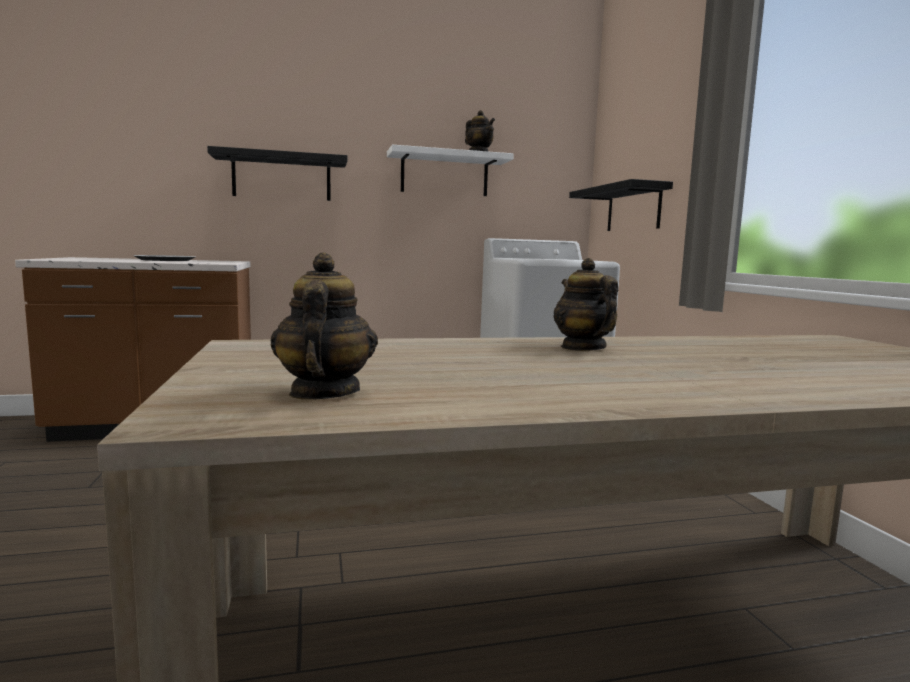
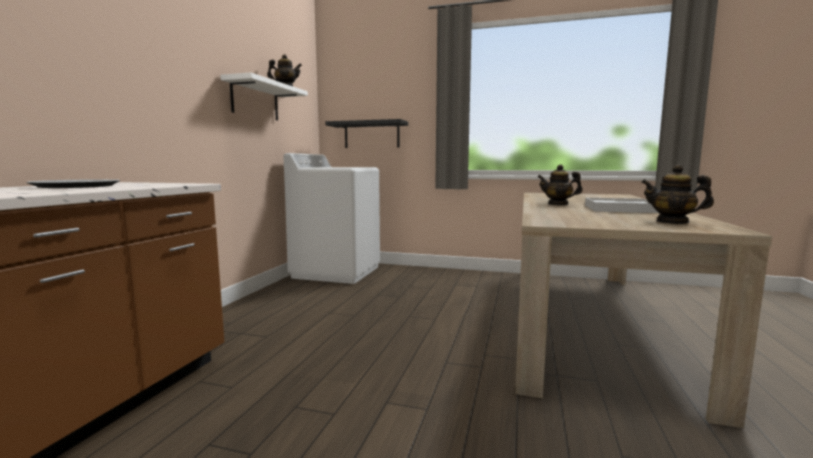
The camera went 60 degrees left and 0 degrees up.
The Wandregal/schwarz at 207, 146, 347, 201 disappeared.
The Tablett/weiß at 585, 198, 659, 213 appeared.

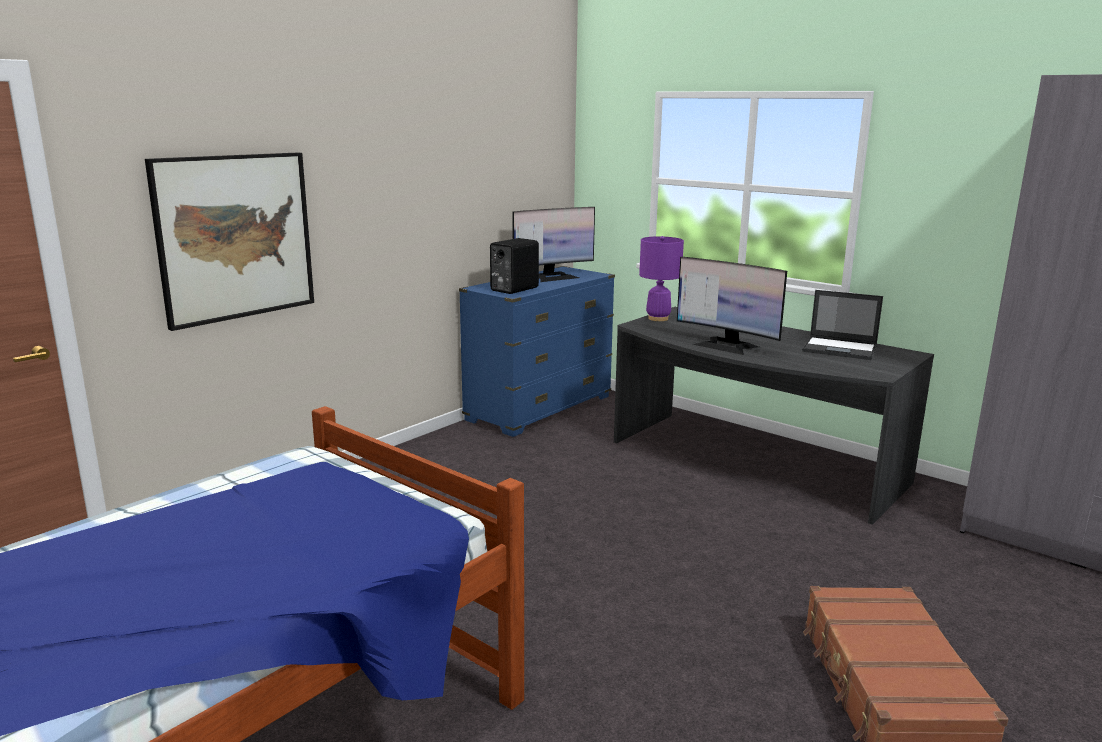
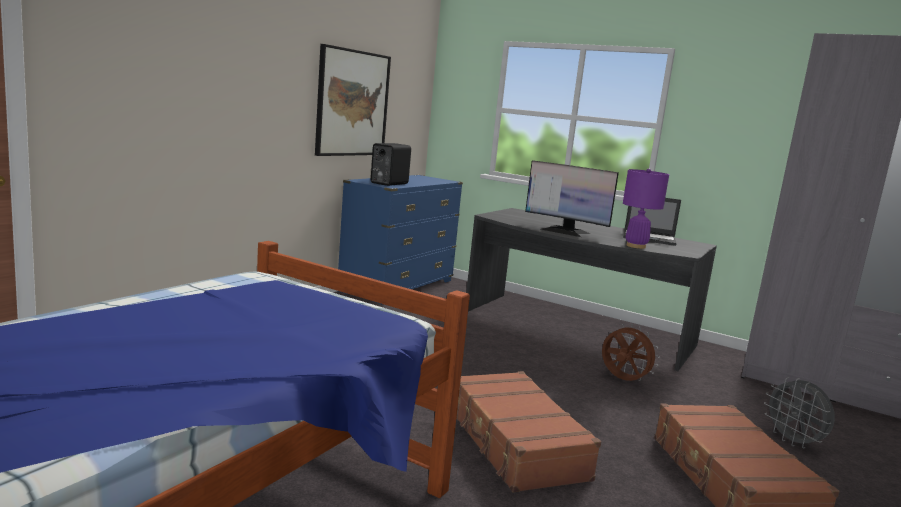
The camera went 10 degrees left and 5 degrees down.
The Monitor at 512, 207, 595, 282 disappeared.
The Koffer/braun at 456, 371, 601, 493 appeared.
The Ventilator/braun at 602, 324, 660, 381 appeared.
The Ventilator/grau at 764, 377, 835, 448 appeared.
The Bild moved from 145, 152, 314, 331 to 315, 44, 391, 156.
The Tischlampe/lila moved from 639, 236, 684, 321 to 623, 169, 669, 249.

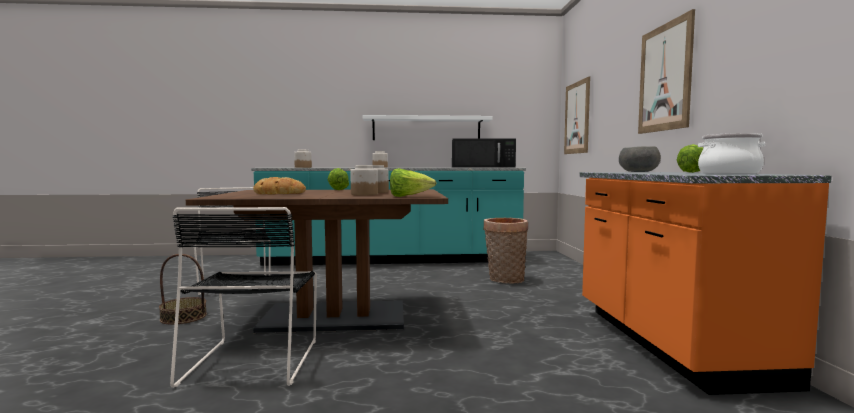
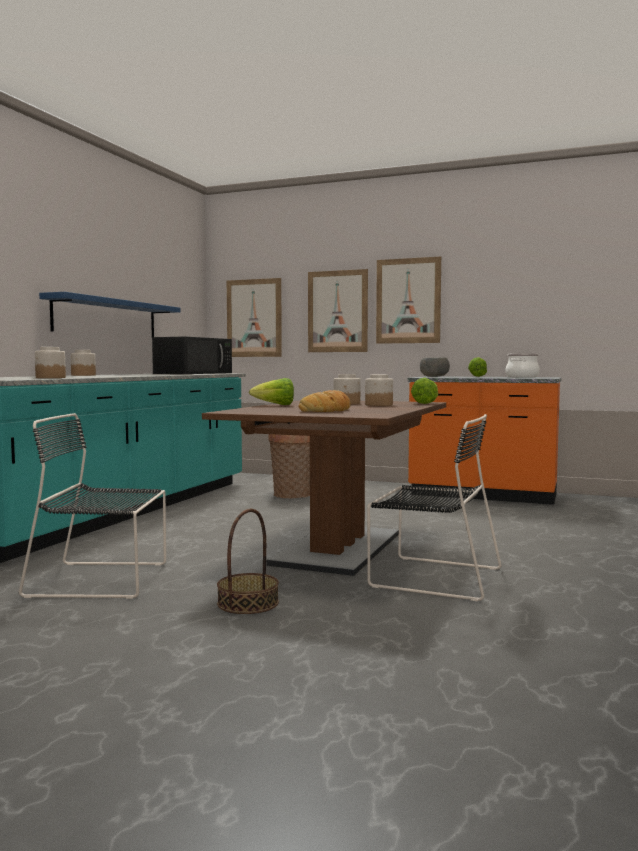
The camera went 65 degrees left and 0 degrees up.
The Bild at 308, 269, 368, 352 appeared.
The Wandregal/weiß at 362, 115, 492, 140 became the Wandregal/blau at 39, 292, 180, 337.

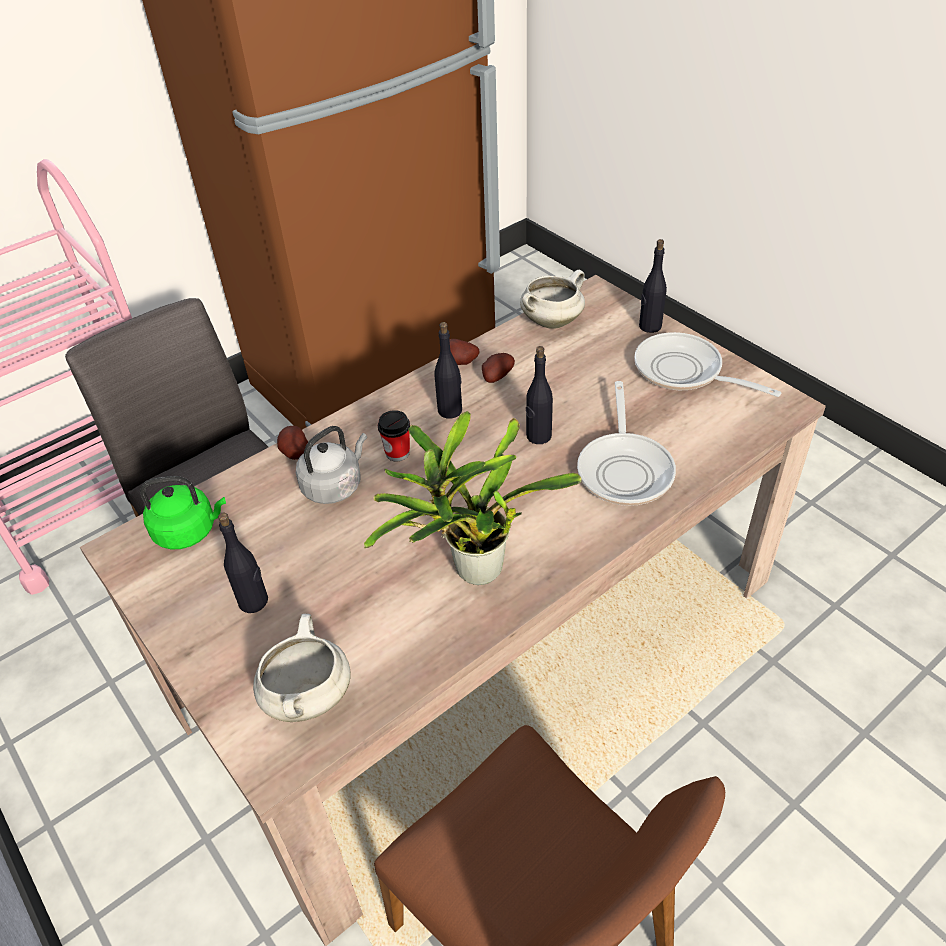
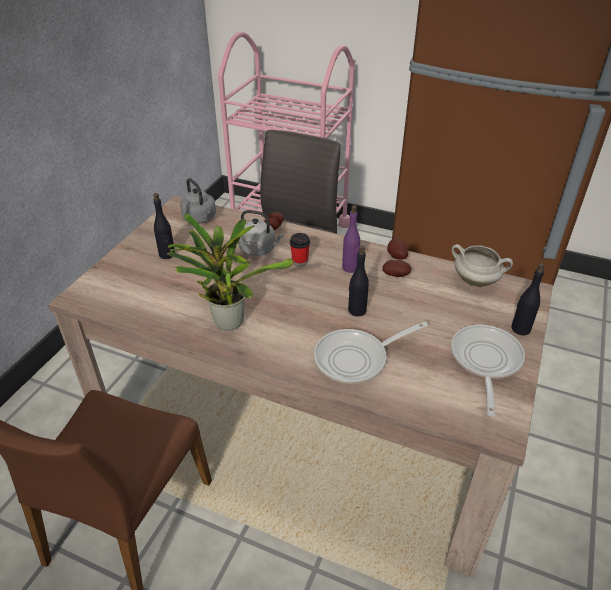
The camera went 60 degrees right and 5 degrees down.
The Kochtopf/weiß at 253, 614, 351, 722 disappeared.
The Wasserkessel/grün at 140, 476, 226, 550 became the Wasserkessel/grau at 180, 178, 216, 224.
The Flasche/schwarz at 434, 322, 462, 419 became the Flasche/lila at 342, 205, 361, 273.

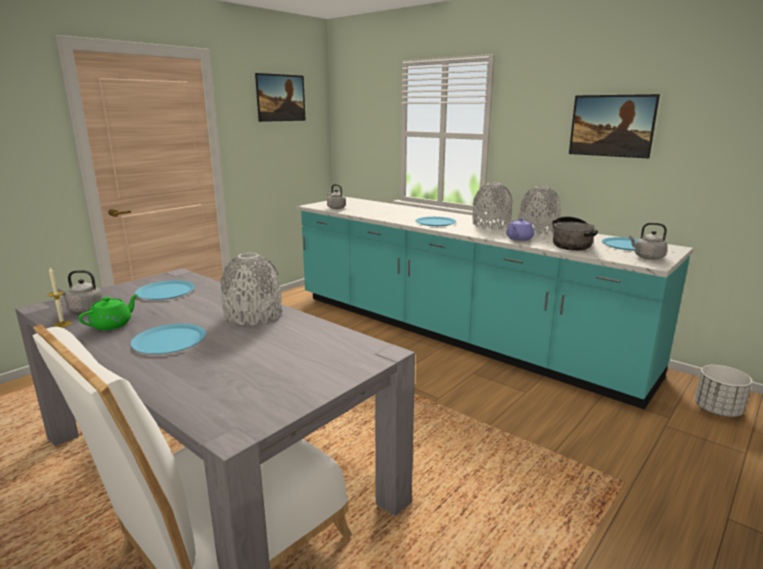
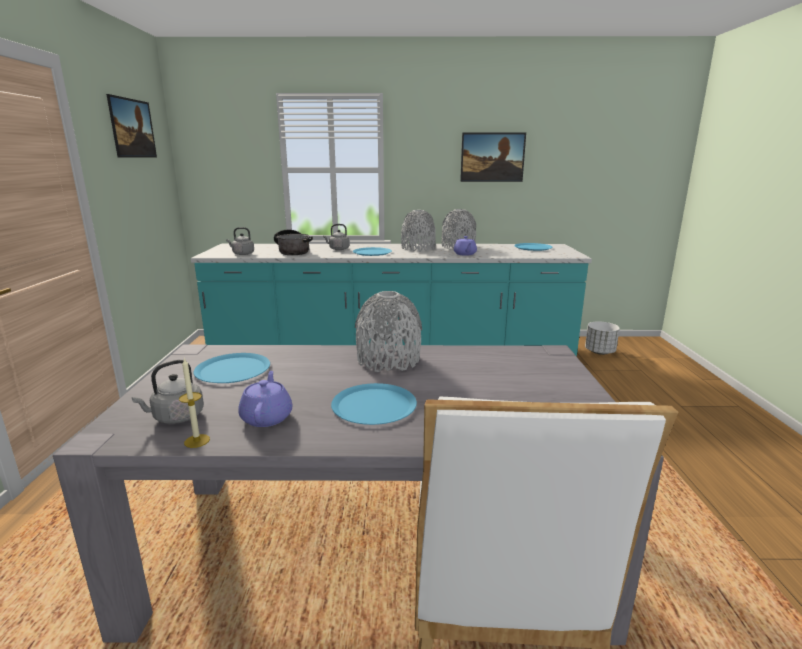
The camera went 40 degrees left and 0 degrees up.
The Kochtopf moved from 553, 216, 598, 251 to 274, 230, 313, 255.
The Wasserkessel/grau moved from 629, 223, 668, 260 to 323, 224, 350, 250.
The Teekanne/grün at 78, 294, 139, 330 became the Teekanne/lila at 238, 371, 292, 427.

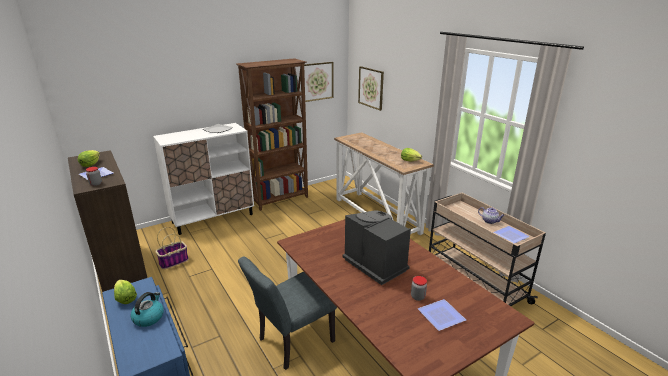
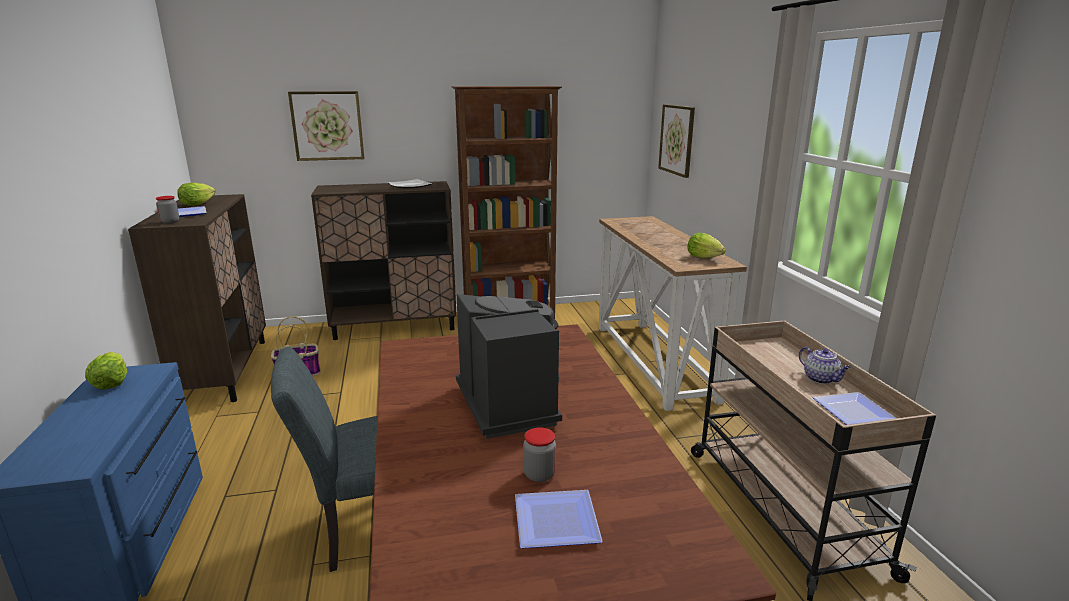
The camera went 20 degrees right and 5 degrees down.
The Wasserkessel at 130, 292, 164, 327 disappeared.
The Bild moved from 304, 62, 333, 102 to 288, 91, 364, 161.
The Schrank/weiß at 153, 123, 254, 235 became the Schrank/braun at 311, 181, 457, 340.

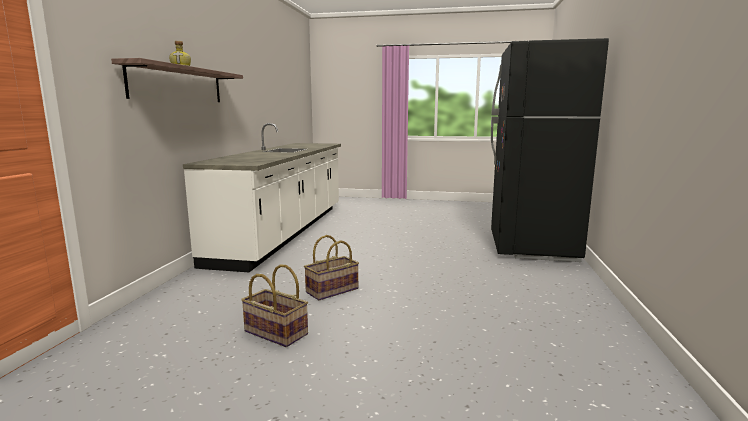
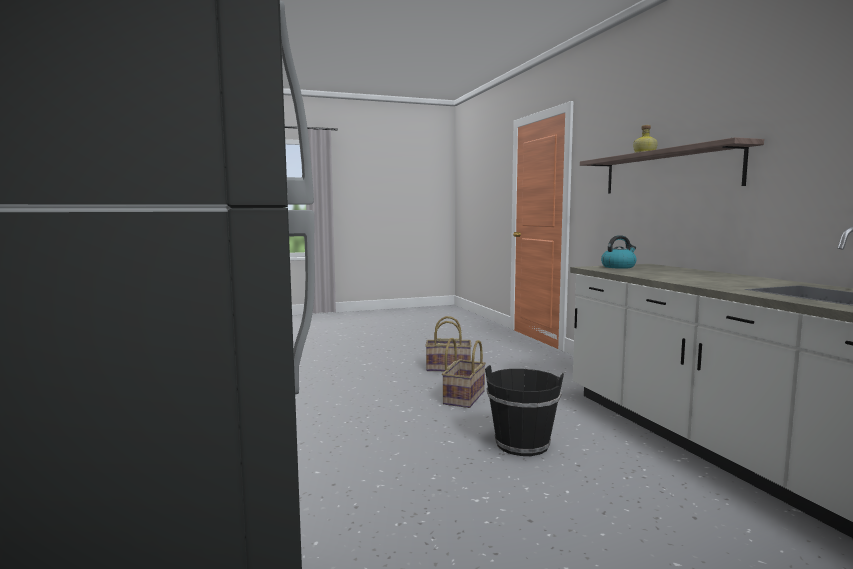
The camera went 150 degrees right and 5 degrees down.
The Eimer/schwarz at 485, 365, 564, 456 appeared.
The Wasserkessel at 601, 235, 637, 269 appeared.

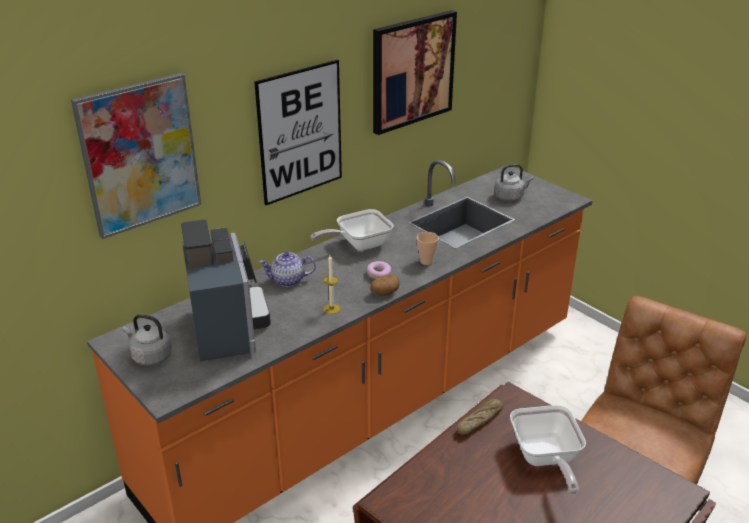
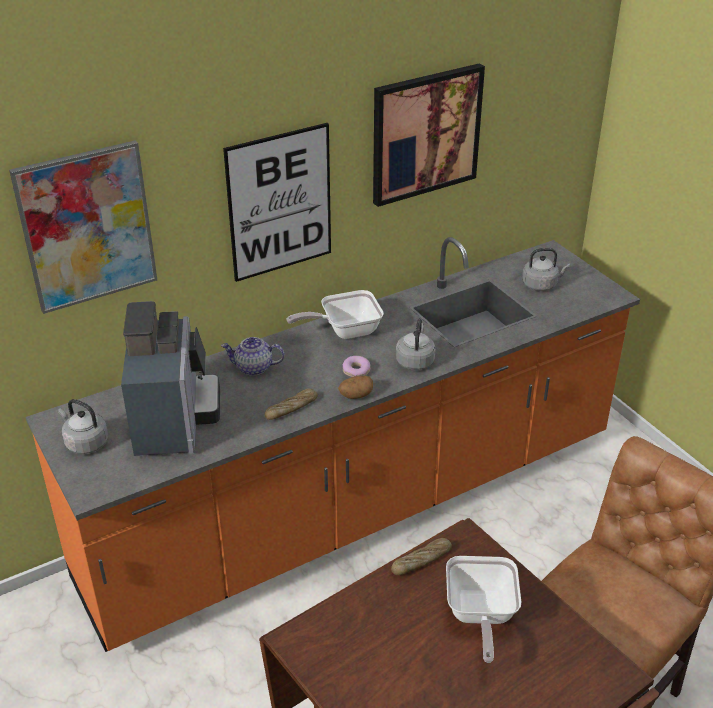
The camera went 10 degrees right and 5 degrees up.
The Kerze at 323, 256, 340, 314 was replaced by the Brot at 265, 388, 318, 420.
The Tasse at 417, 232, 439, 265 was replaced by the Wasserkessel/grau at 396, 319, 435, 370.

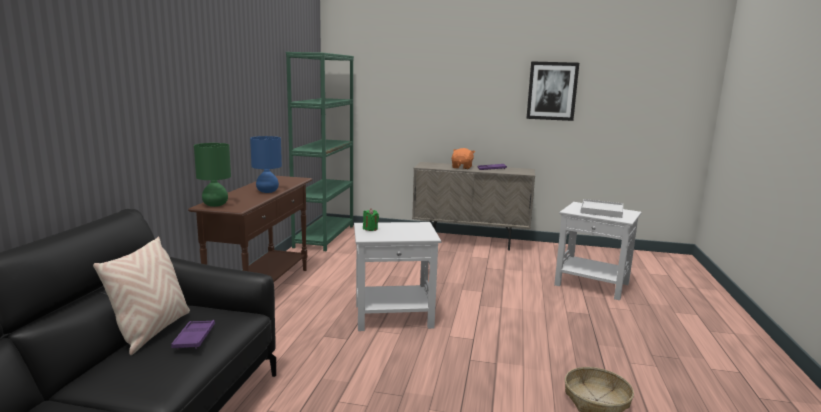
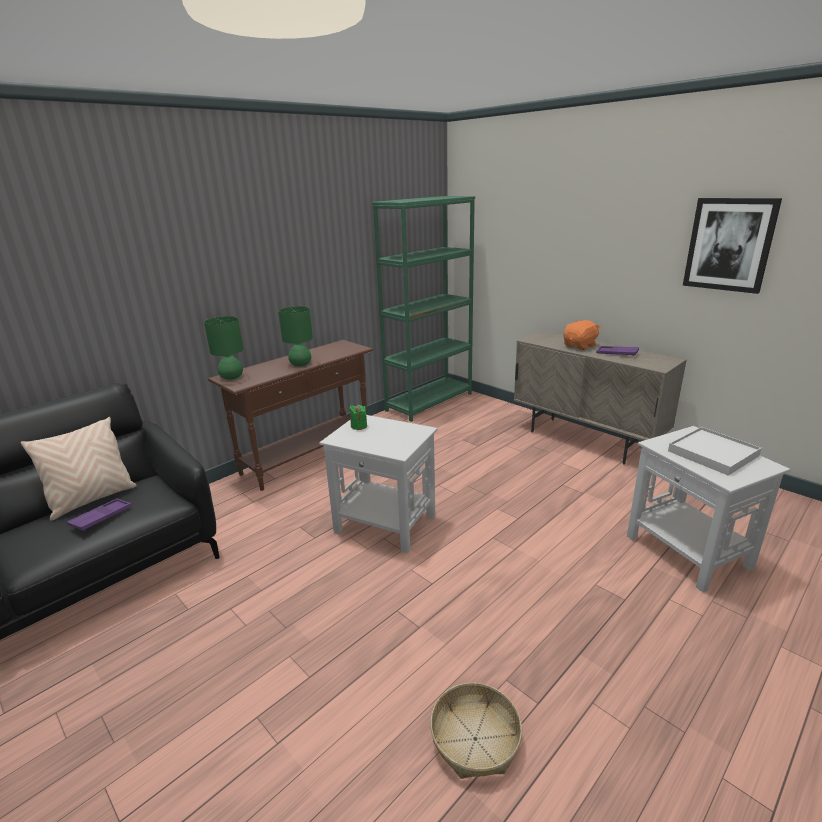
The camera went 35 degrees right and 10 degrees up.
The Tischlampe/blau at 250, 136, 282, 193 became the Tischlampe/grün at 278, 306, 313, 366.

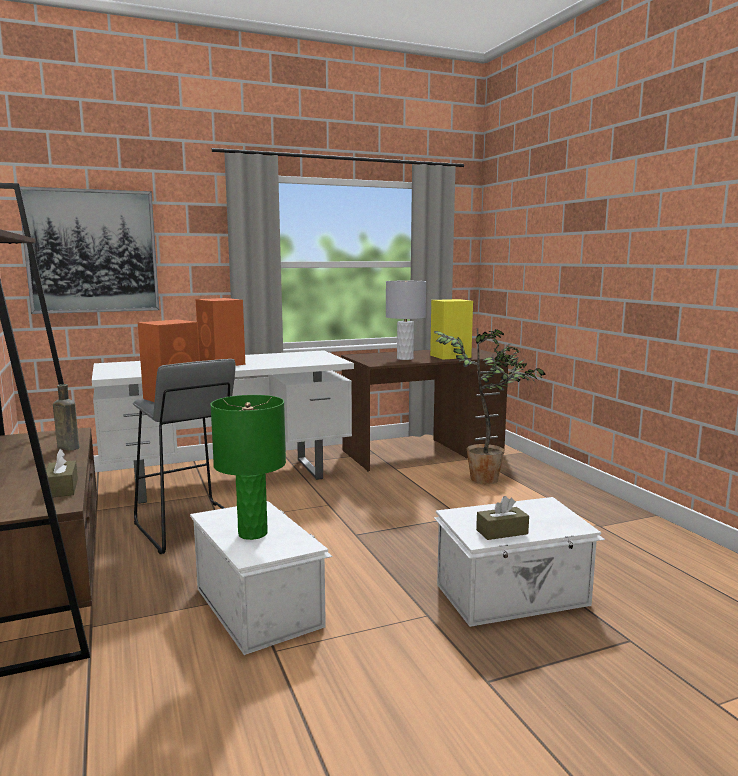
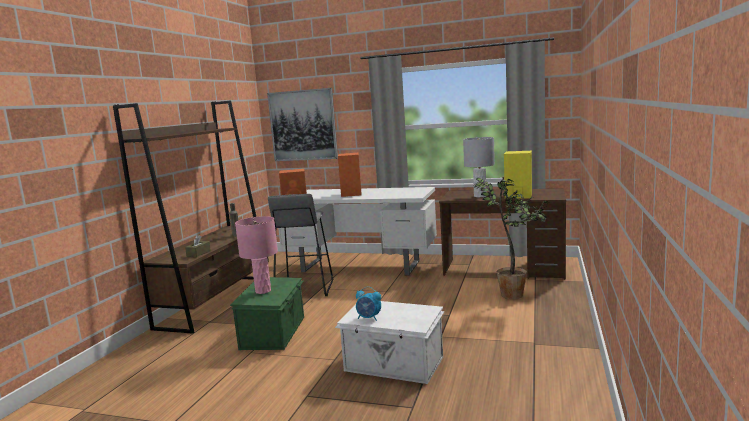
The camera went 40 degrees right and 0 degrees up.
The Taschentuchbox/braun at 476, 496, 529, 540 was replaced by the Wecker at 356, 286, 381, 321.
The Aufbewahrungsbox/weiß at 190, 501, 333, 655 became the Aufbewahrungsbox/grün at 230, 277, 304, 350.
The Tischlampe/grün at 210, 395, 286, 540 became the Tischlampe/rosa at 235, 216, 278, 294.

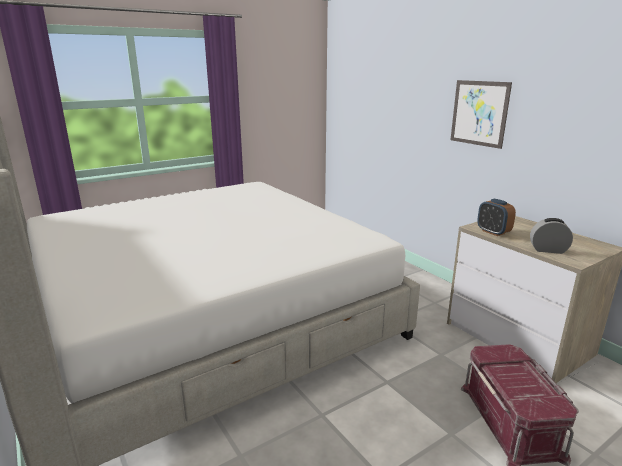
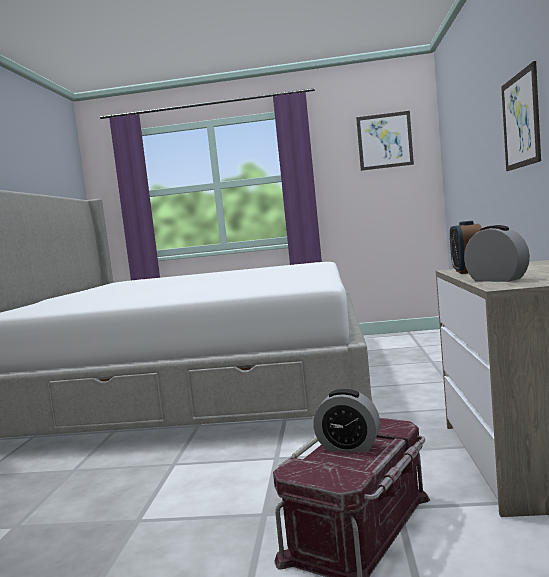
The camera went 40 degrees right and 15 degrees down.
The Wecker at 313, 389, 380, 452 appeared.
The Bild at 356, 111, 414, 171 appeared.

